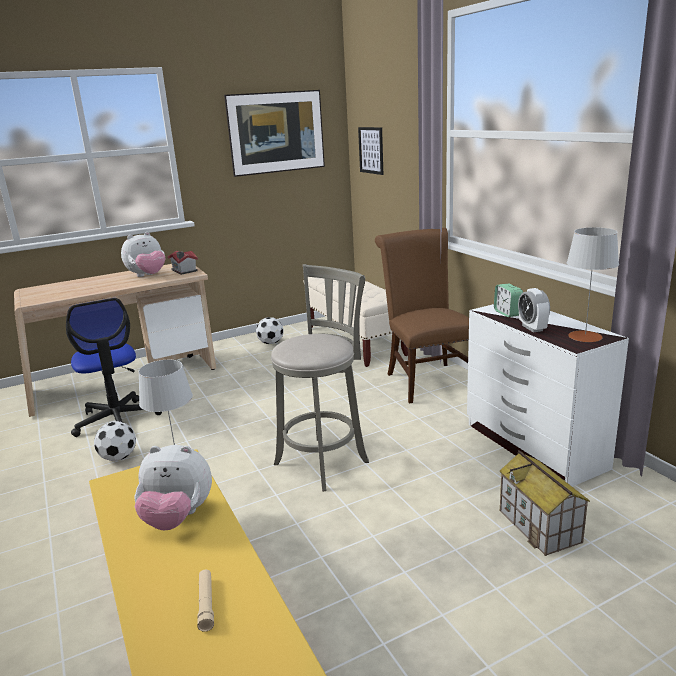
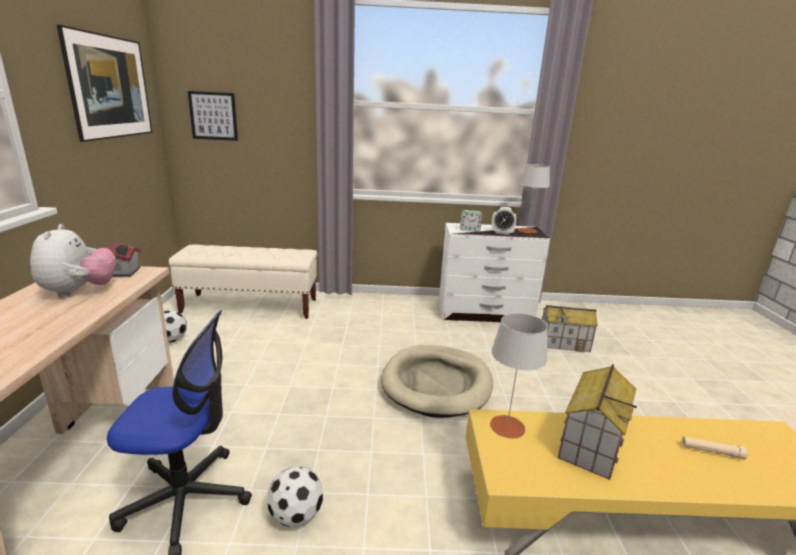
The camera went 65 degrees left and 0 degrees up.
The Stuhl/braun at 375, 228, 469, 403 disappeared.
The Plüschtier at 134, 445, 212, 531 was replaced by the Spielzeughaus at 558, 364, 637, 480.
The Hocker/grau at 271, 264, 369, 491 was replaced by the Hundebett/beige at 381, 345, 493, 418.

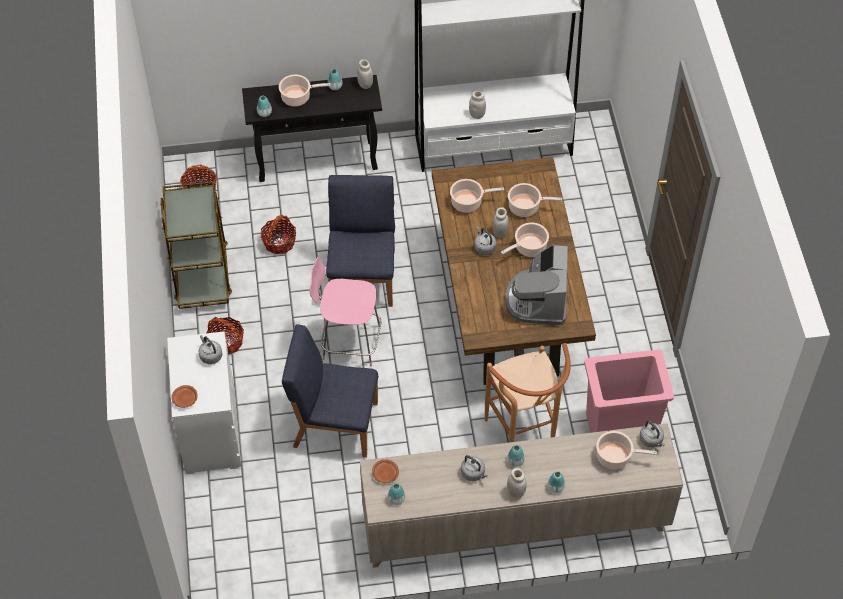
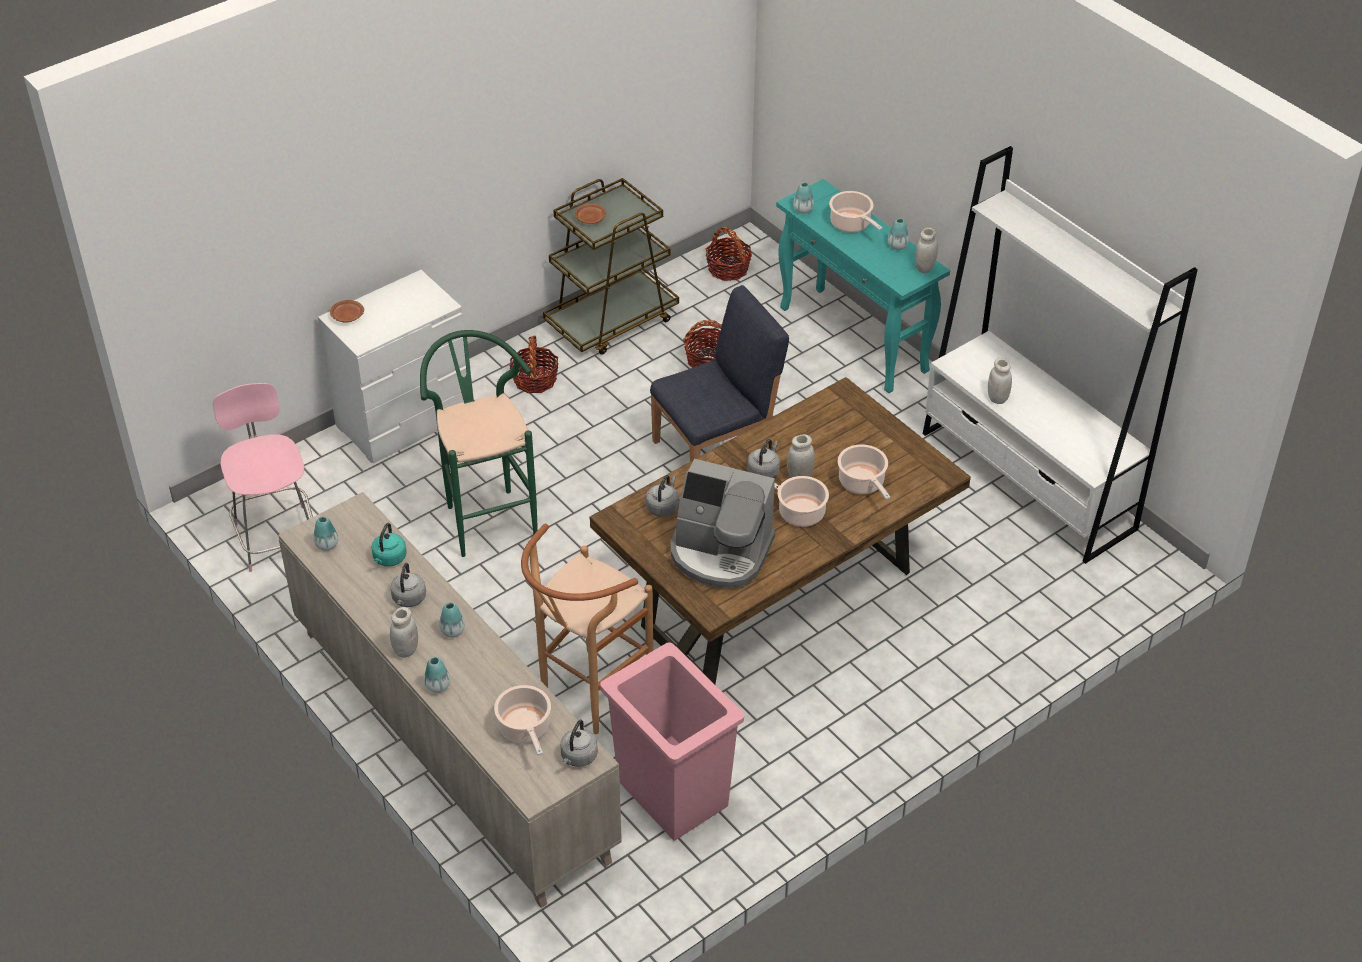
The camera went 60 degrees right and 10 degrees down.
The Kochtopf at 450, 179, 504, 213 disappeared.
The Wasserkessel/türkis at 371, 523, 407, 567 appeared.
The Wasserkessel/grau moved from 199, 335, 222, 364 to 646, 475, 679, 517.
The Stuhl/rosa moved from 310, 257, 381, 366 to 213, 383, 313, 572.
The Teller/braun moved from 372, 459, 399, 483 to 575, 203, 606, 224.
The Stuhl/blau at 282, 324, 378, 458 was replaced by the Hocker/grün at 420, 330, 538, 557.
The Konsolentisch/schwarz at 242, 75, 382, 182 became the Konsolentisch/türkis at 776, 179, 950, 393.
The Kaffeemaschine at 505, 244, 568, 325 turned 135 degrees counterclockwise.

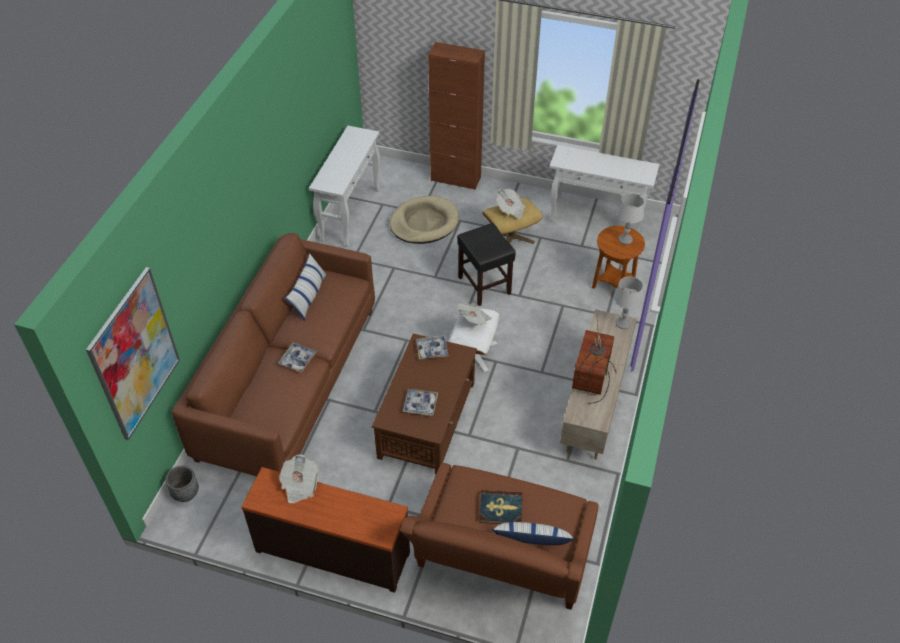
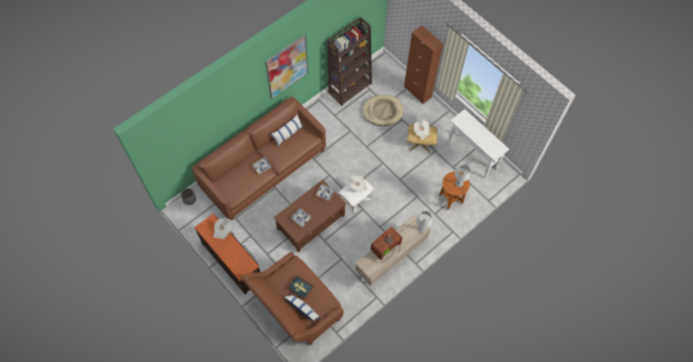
The camera went 30 degrees right and 15 degrees up.
The Hocker/schwarz at 457, 223, 516, 306 disappeared.
The Bild moved from 86, 267, 180, 440 to 265, 34, 308, 99.
The Konsolentisch/weiß at 309, 126, 380, 247 was replaced by the Bücherregal/braun at 327, 16, 372, 106.

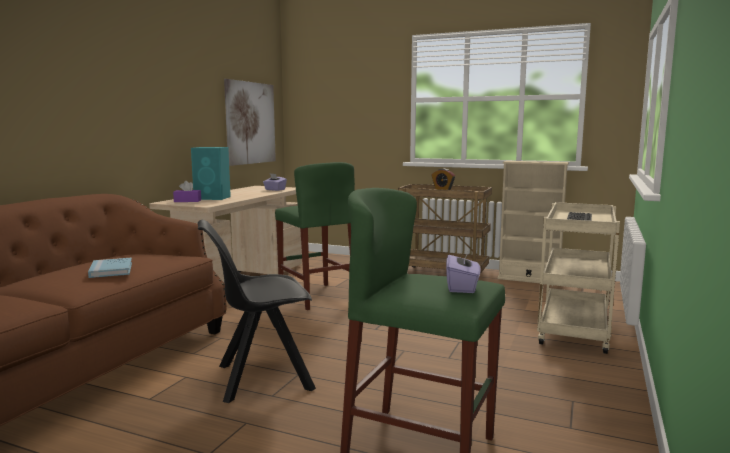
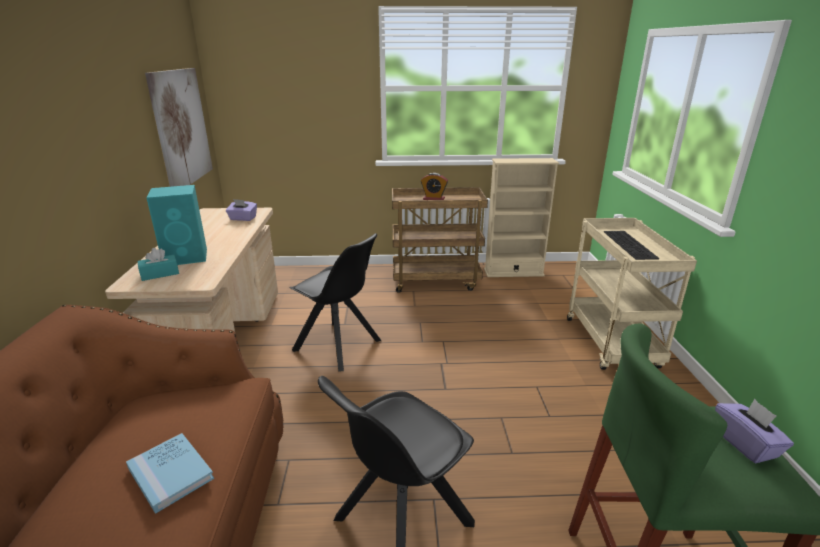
The camera went 25 degrees left and 15 degrees up.
The Hocker/grün at 275, 162, 355, 310 was replaced by the Stuhl/schwarz at 290, 233, 381, 372.
The Taschentuchbox/lila at 173, 181, 201, 202 became the Taschentuchbox/türkis at 138, 248, 179, 281.

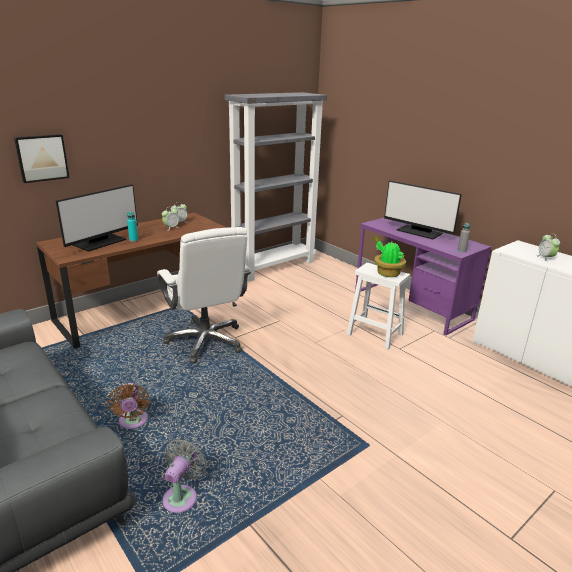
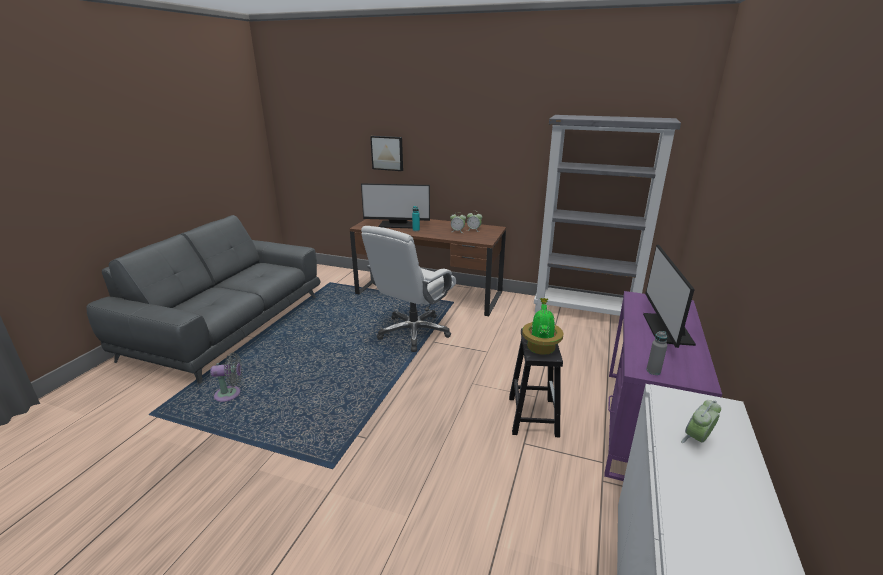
The camera went 60 degrees right and 0 degrees up.
The Ventilator/braun at 108, 383, 150, 429 disappeared.
The Hocker/weiß at 347, 263, 410, 349 became the Hocker/schwarz at 509, 328, 563, 437.

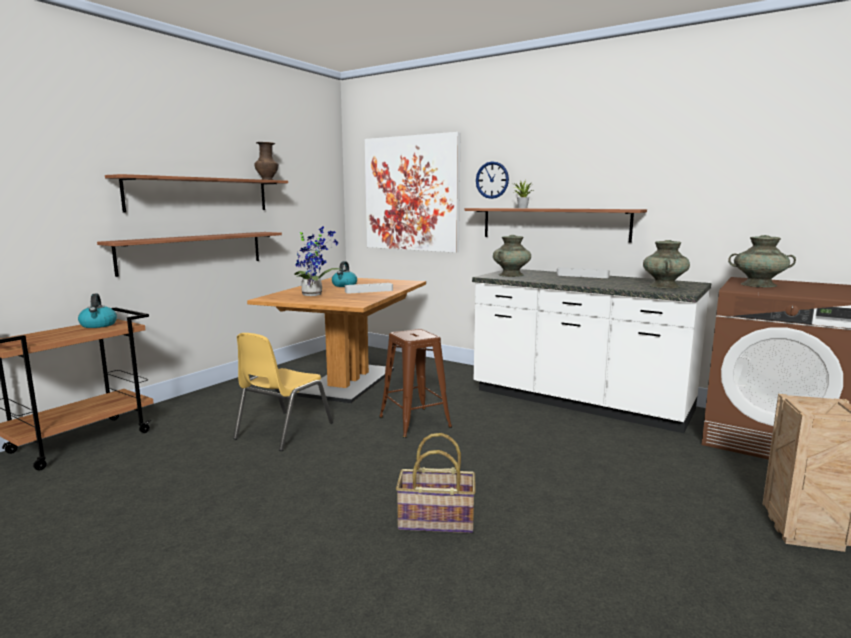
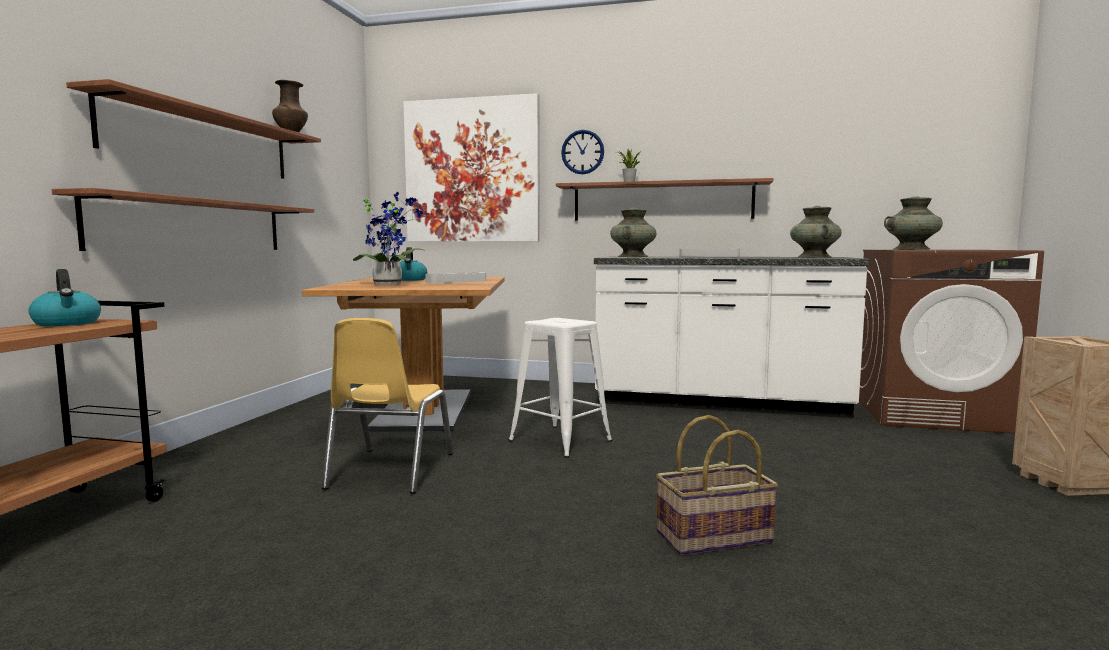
The camera went 20 degrees left and 5 degrees down.
The Hocker/braun at 379, 329, 452, 438 became the Hocker/weiß at 508, 318, 612, 458.

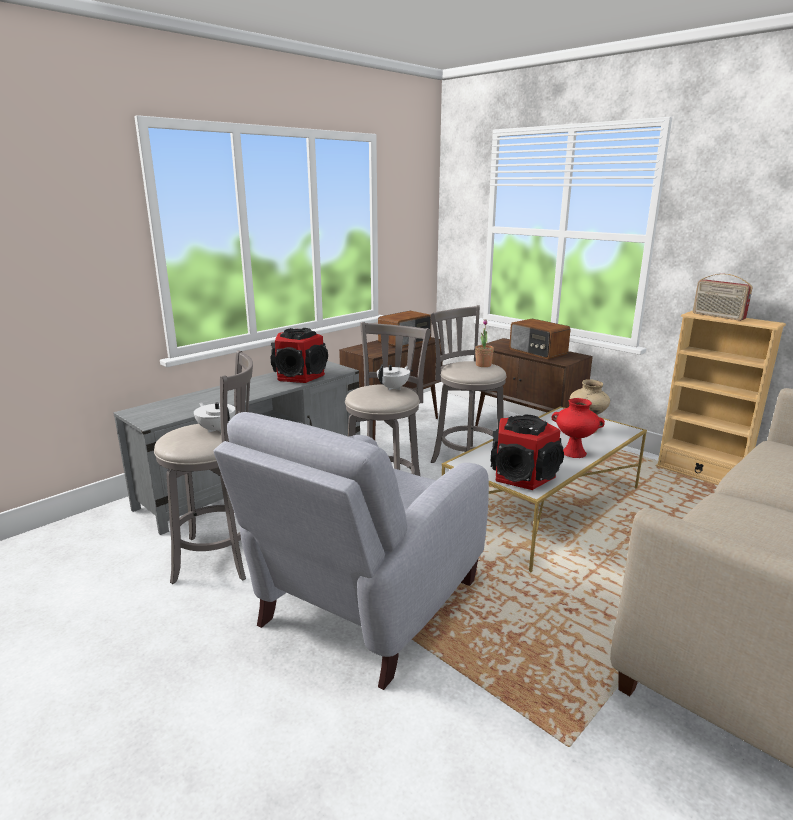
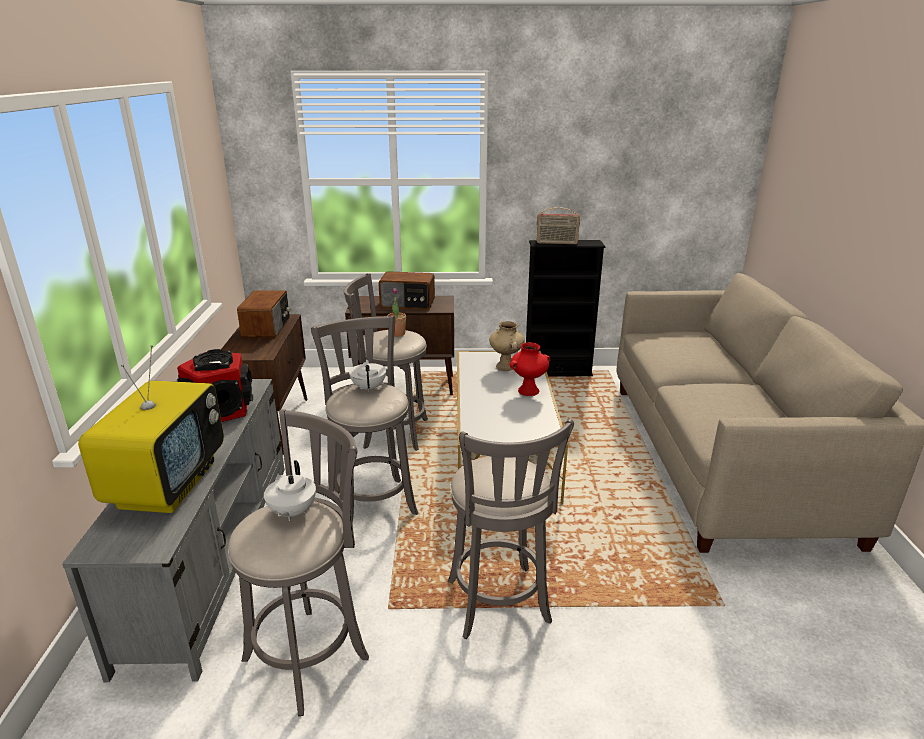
The camera went 45 degrees left and 5 degrees up.
The Lautsprecher at 491, 414, 564, 490 disappeared.
The Fernseher at 78, 345, 224, 513 appeared.
The Sessel/grau at 214, 412, 489, 690 was replaced by the Hocker/grau at 448, 419, 574, 639.
The Bücherregal/beige at 655, 311, 786, 485 became the Bücherregal/schwarz at 526, 240, 606, 377.
The Teekanne/weiß at 194, 402, 235, 432 turned 90 degrees counterclockwise.

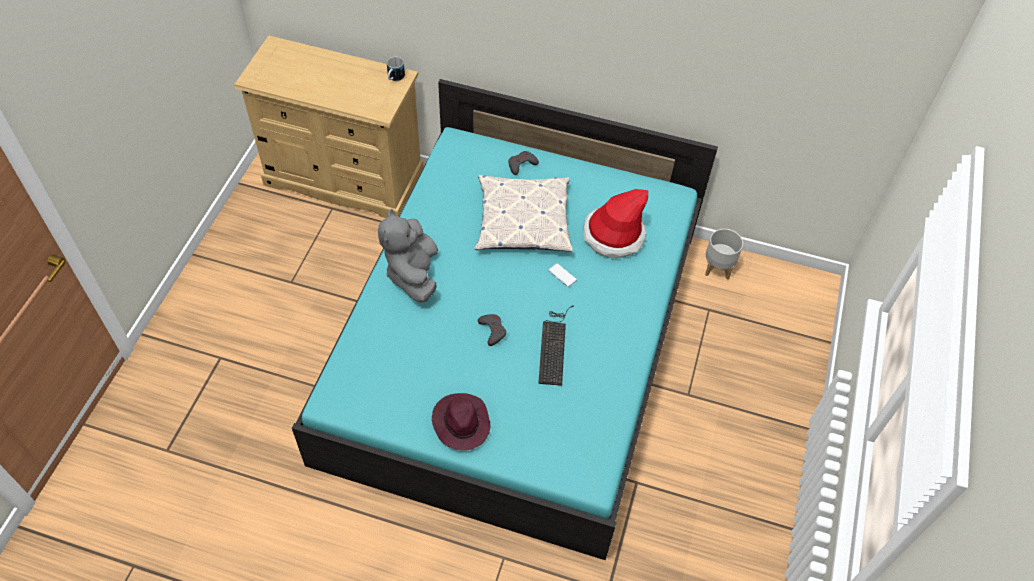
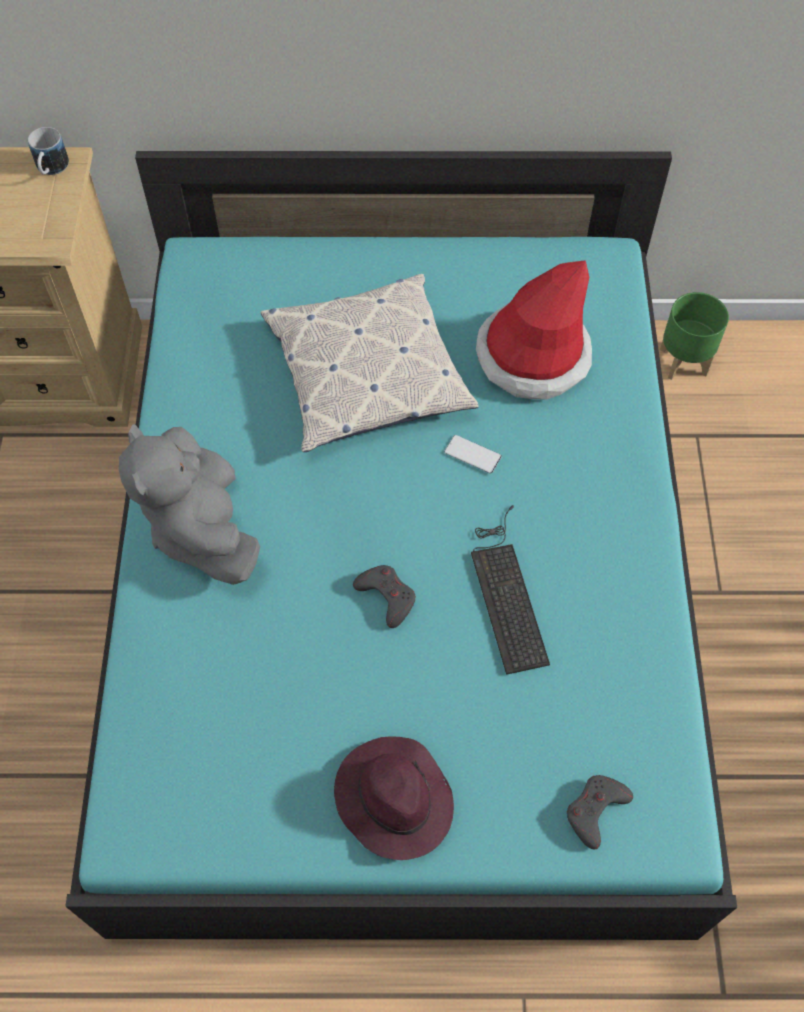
The camera went 15 degrees left and 5 degrees up.
The Gamepad/grau moved from 508, 151, 539, 175 to 567, 775, 633, 850.
The Pflanzkübel/grau at 705, 229, 743, 280 became the Pflanzkübel/grün at 660, 292, 729, 380.

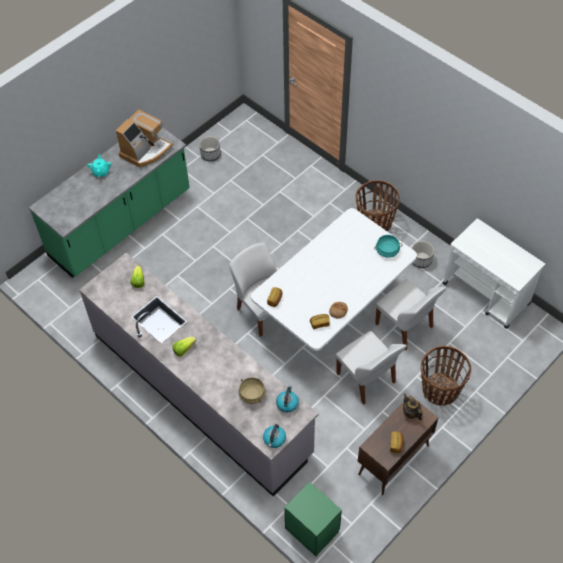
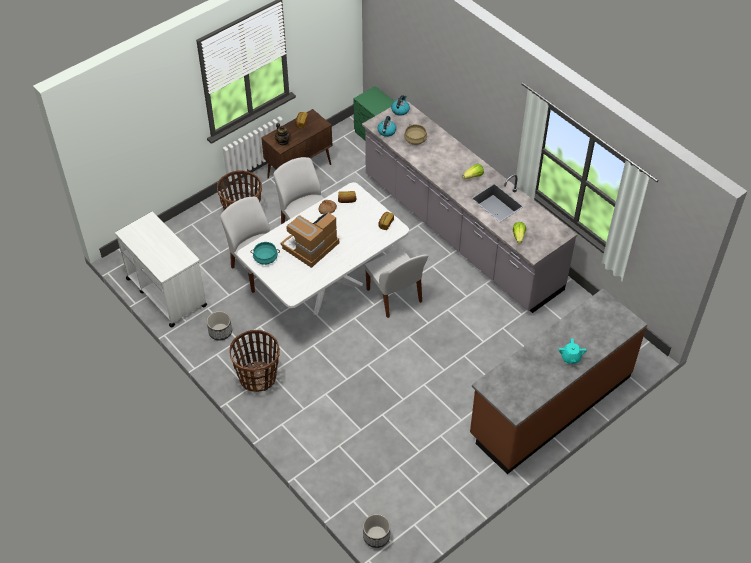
The camera went 175 degrees left and 5 degrees down.
The Kaffeemaschine moved from 116, 109, 173, 168 to 280, 212, 339, 268.
The Pflanzkübel moved from 199, 136, 221, 161 to 363, 514, 390, 548.
The Küchenzeile/grün at 29, 127, 190, 278 became the Küchenzeile/braun at 470, 289, 647, 474.

